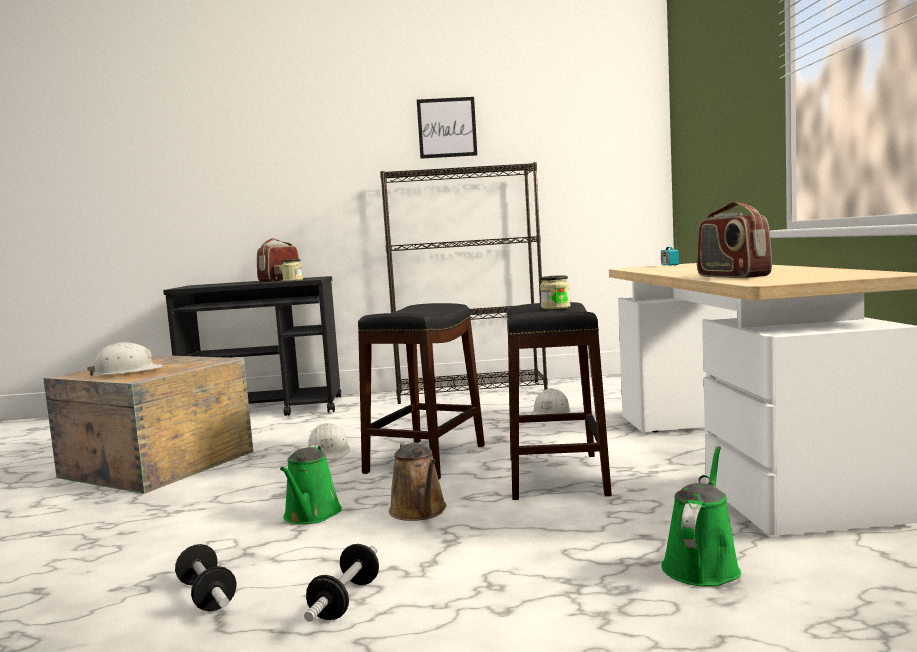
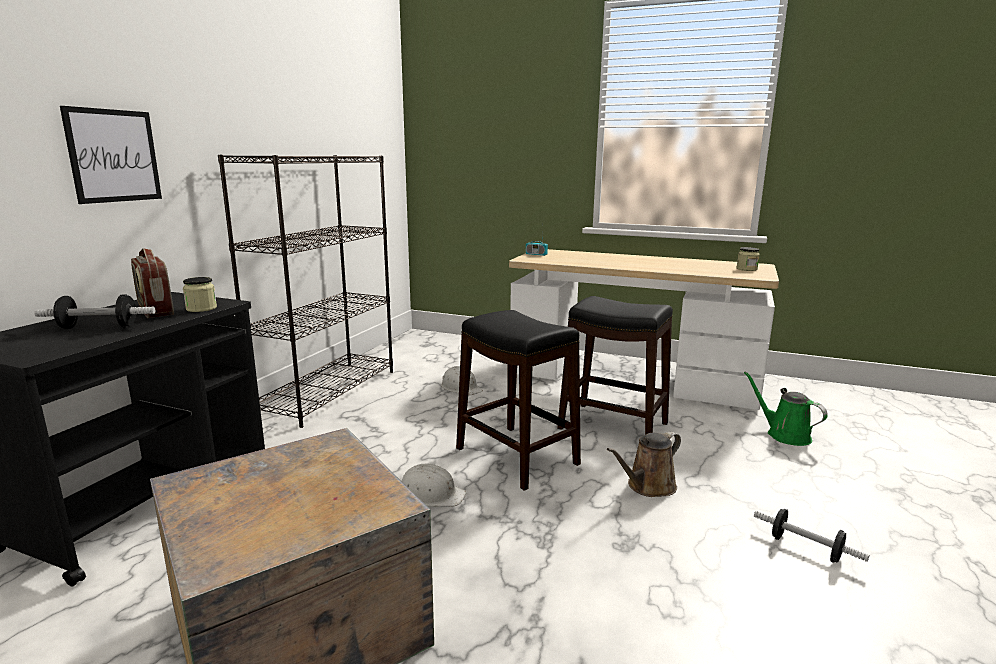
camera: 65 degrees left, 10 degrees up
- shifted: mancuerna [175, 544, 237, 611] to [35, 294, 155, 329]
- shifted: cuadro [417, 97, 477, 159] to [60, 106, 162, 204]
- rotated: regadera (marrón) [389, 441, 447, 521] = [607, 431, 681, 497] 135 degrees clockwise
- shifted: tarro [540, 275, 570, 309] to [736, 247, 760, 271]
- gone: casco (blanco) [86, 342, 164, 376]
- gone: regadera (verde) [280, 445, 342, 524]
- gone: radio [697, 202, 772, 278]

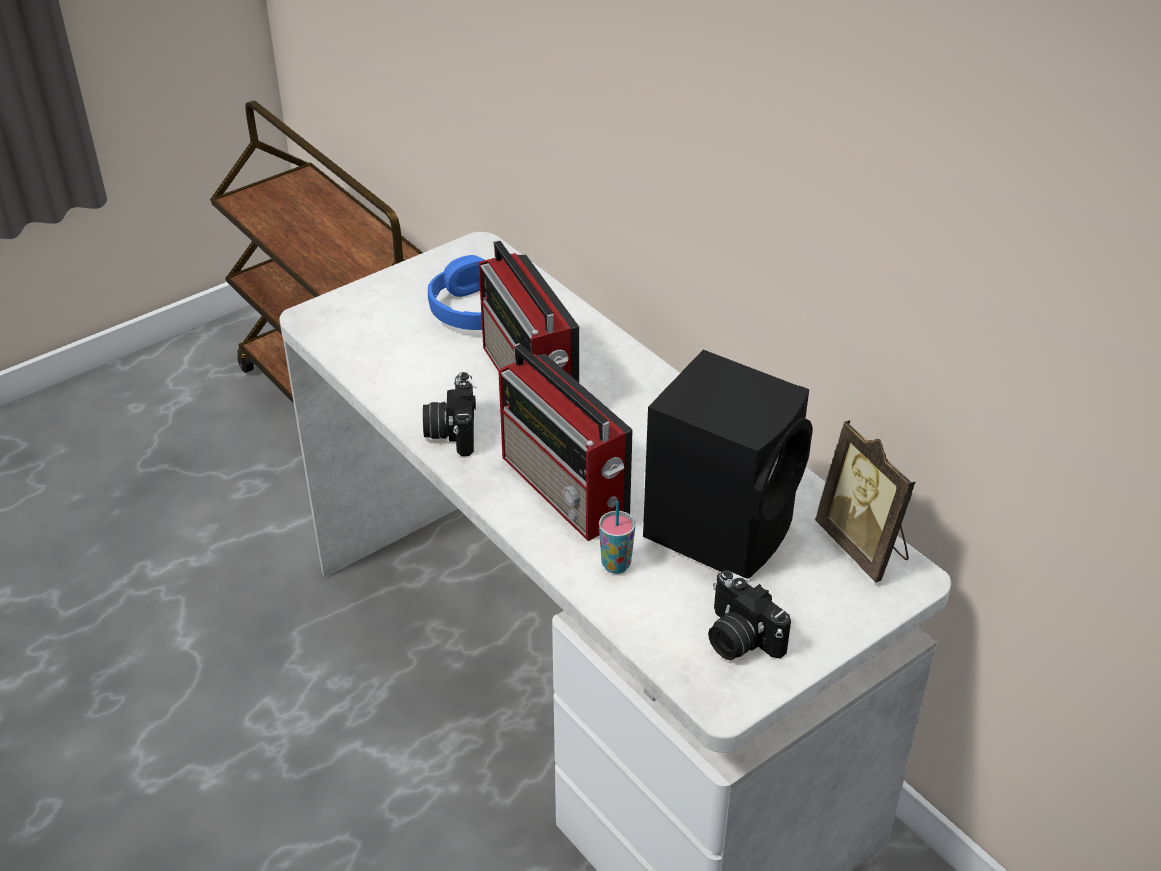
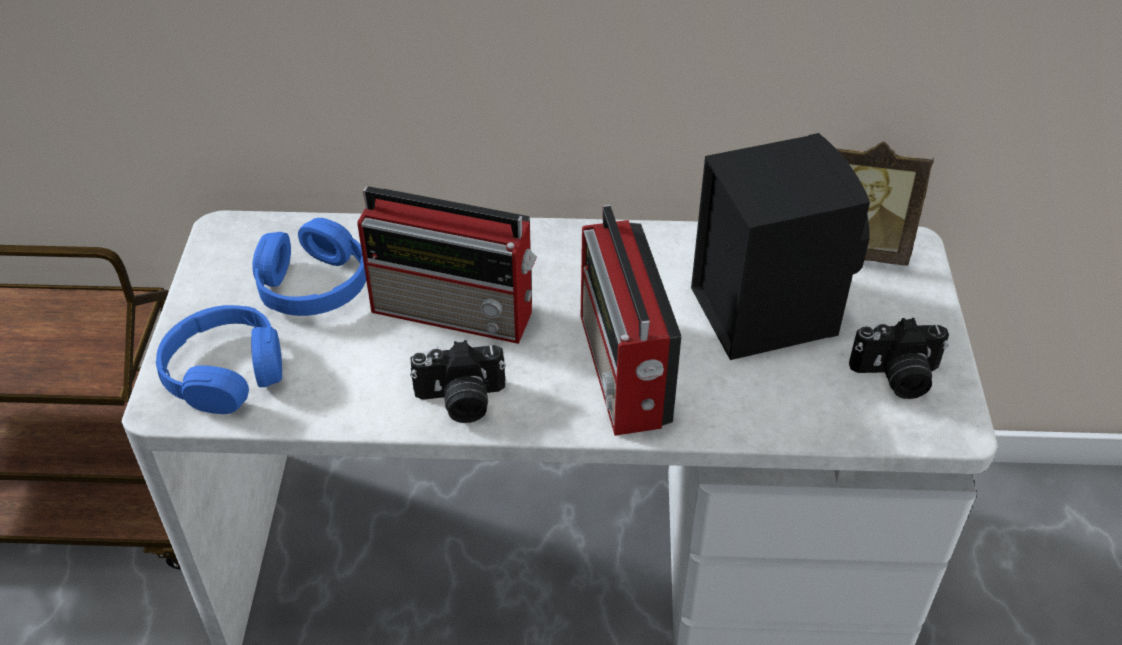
camera: 50 degrees left, 5 degrees up
- new: auriculares (azul) [156, 305, 282, 414]
- rotated: cámara [423, 372, 477, 456] = [410, 340, 506, 423] 45 degrees counterclockwise
- rotated: radio [498, 343, 633, 541] = [581, 205, 682, 436] 75 degrees clockwise
- gone: taza [599, 501, 635, 574]

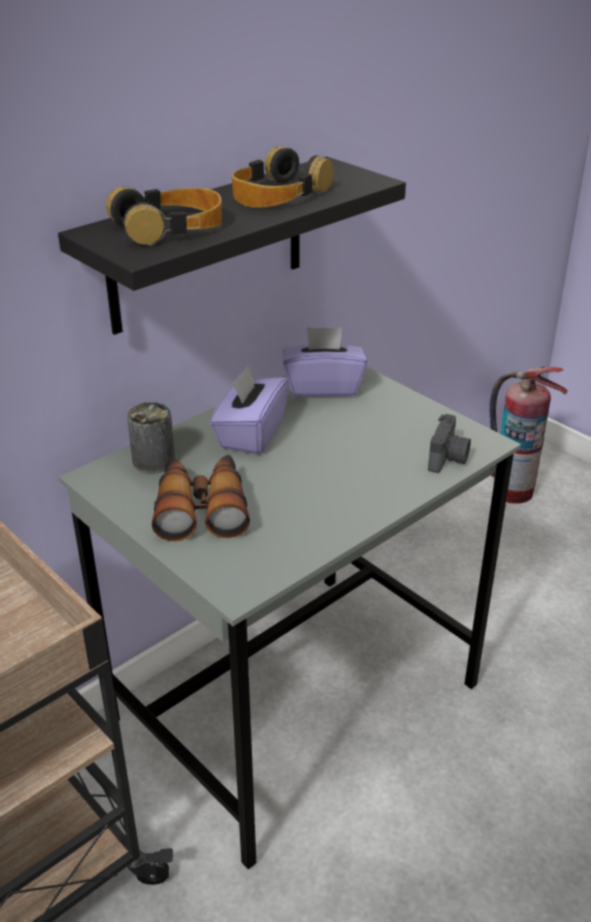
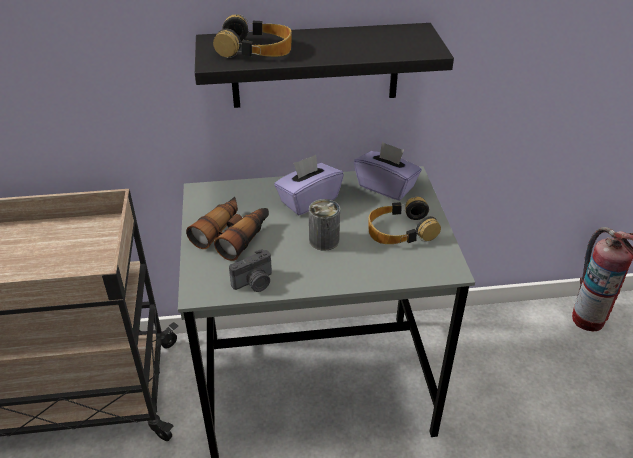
camera: 35 degrees right, 5 degrees up
- shifted: cámara [428, 414, 471, 473] to [229, 249, 272, 292]
- shifted: lata [127, 402, 175, 474] to [309, 199, 340, 251]
- shifted: auriculares [232, 146, 334, 208] to [369, 197, 441, 244]

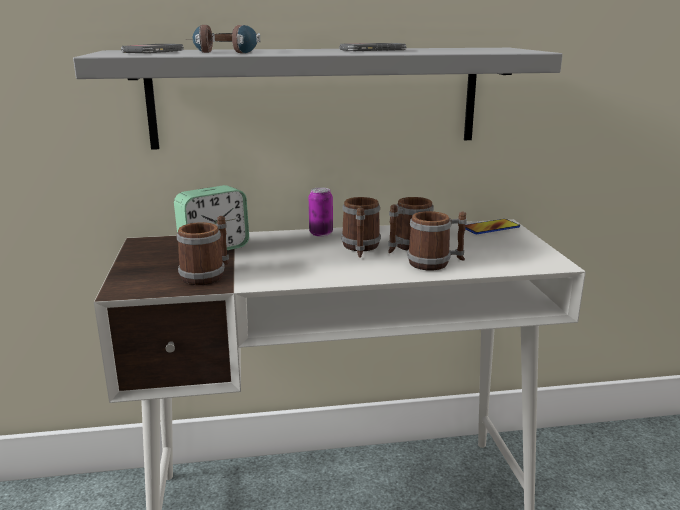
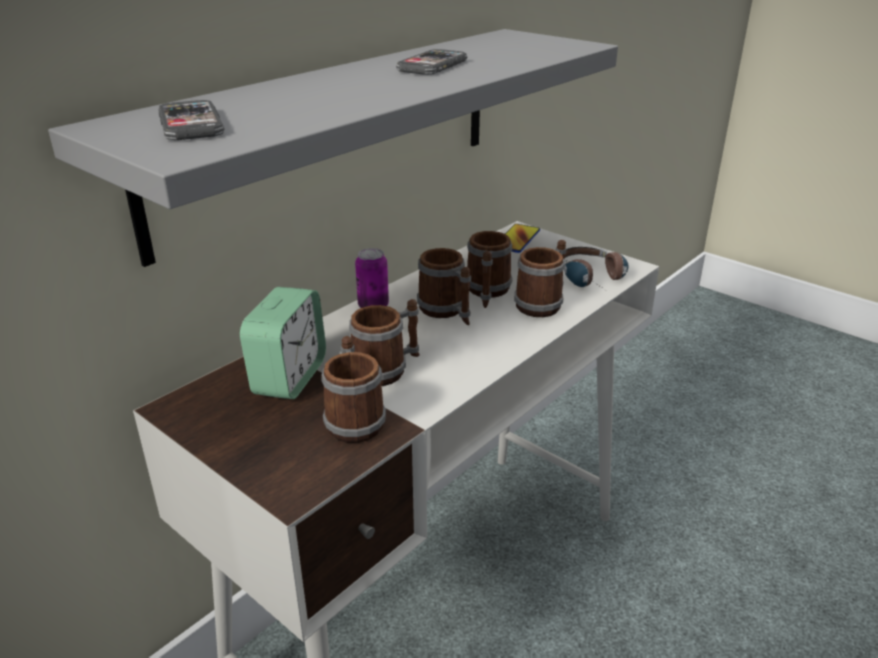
camera: 40 degrees left, 10 degrees up
- new: taza grande [349, 299, 420, 386]
- shifted: auriculares [186, 25, 260, 53] to [564, 247, 629, 289]

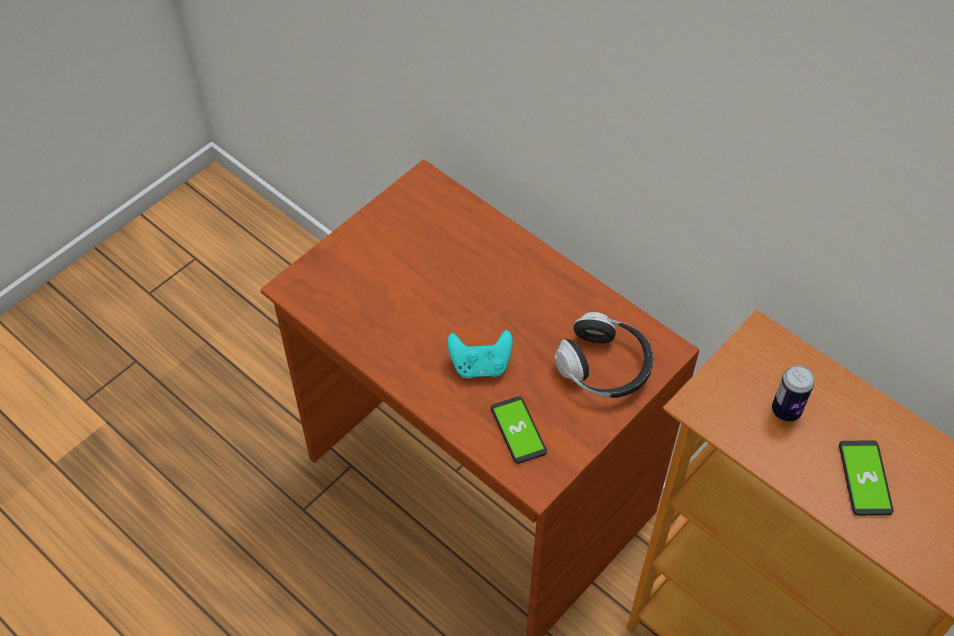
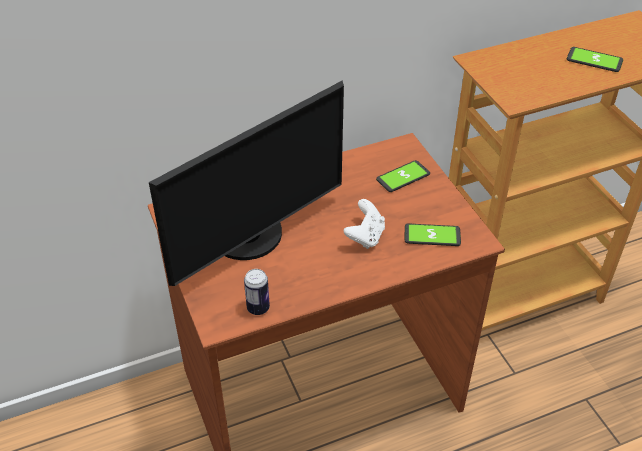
camera: 65 degrees left, 10 degrees down
- new: monitor [149, 80, 344, 286]
- shifted: lata [772, 365, 814, 421] to [244, 269, 270, 315]
- repainted: mando de consola (turquesa) [447, 330, 513, 378] to mando de consola (blanco) [344, 199, 385, 249]
- swapped: auriculares [555, 312, 653, 398] to móvil [376, 160, 430, 192]

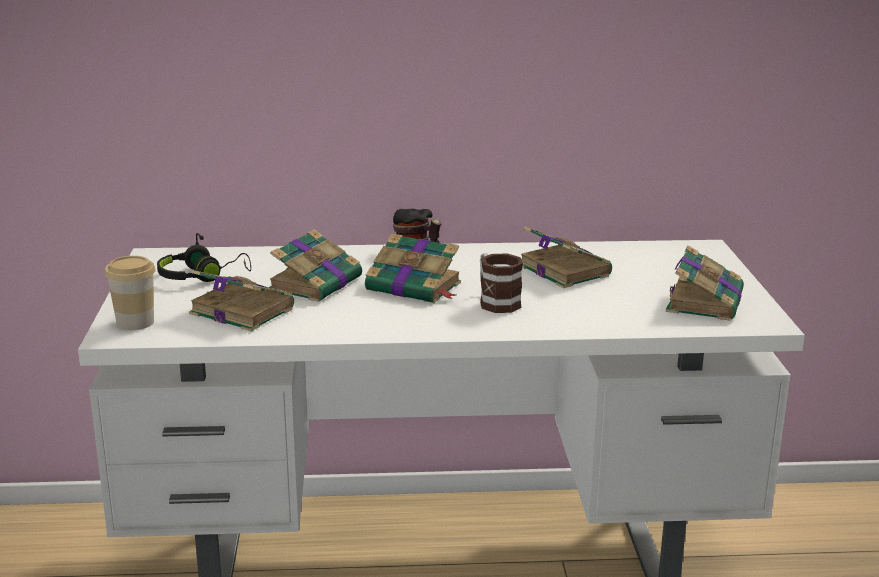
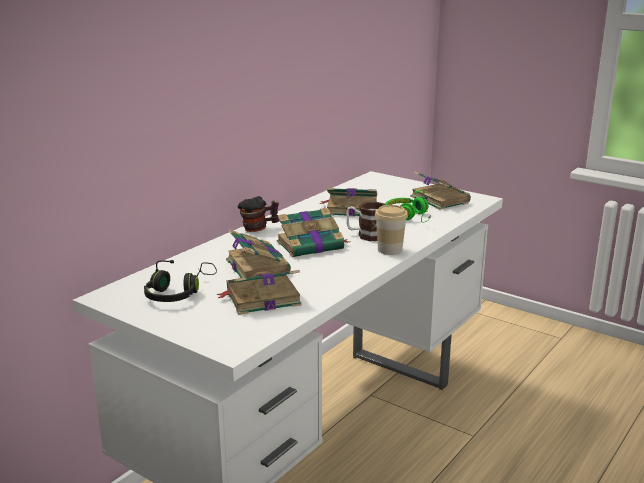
camera: 50 degrees left, 0 degrees up
- shifted: taza [105, 256, 156, 330] to [375, 205, 408, 255]
- new: auriculares (verde) [386, 190, 430, 223]

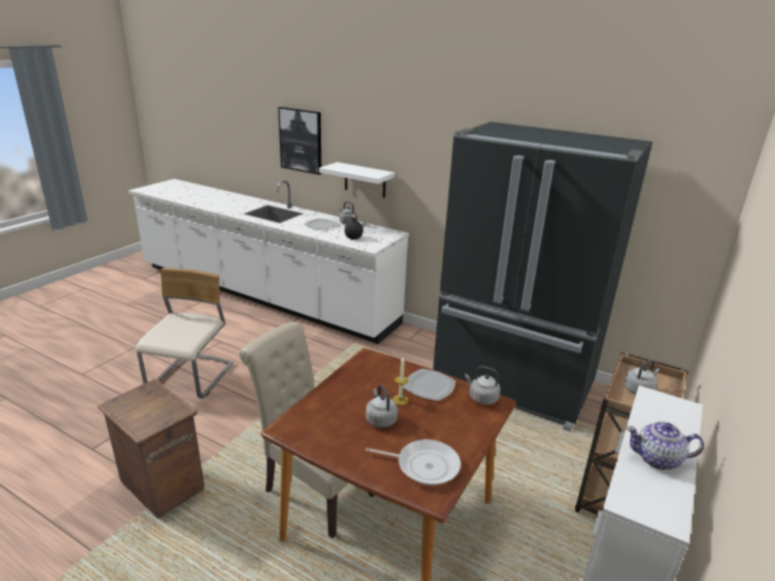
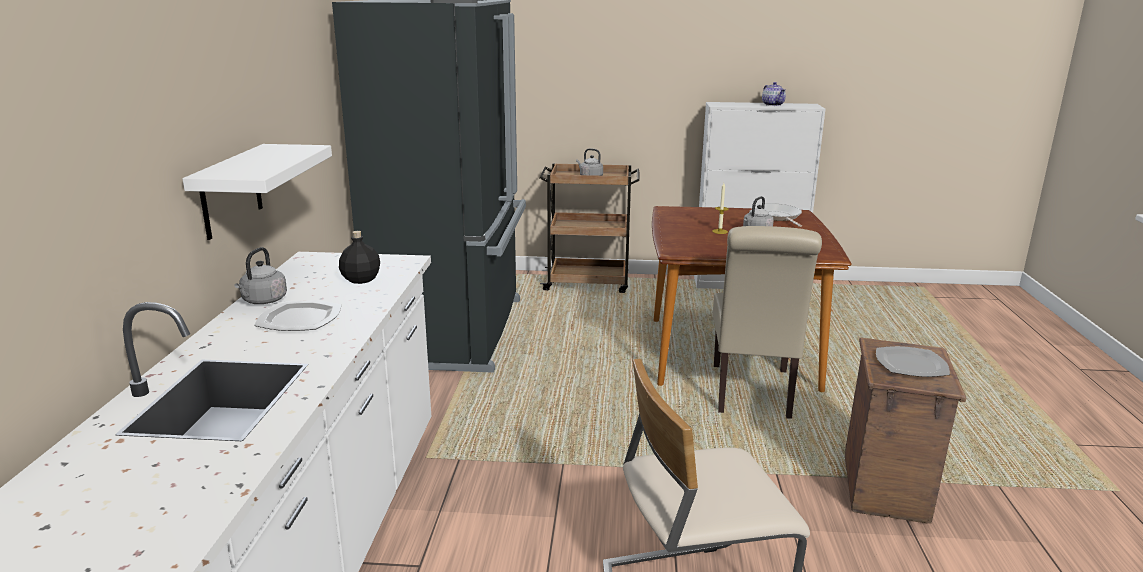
camera: 115 degrees left, 5 degrees down
- shifted: plato [403, 369, 456, 401] to [876, 346, 950, 377]
- gone: cuadro [278, 107, 322, 175]
- gone: hervidor (gris) [465, 366, 500, 405]

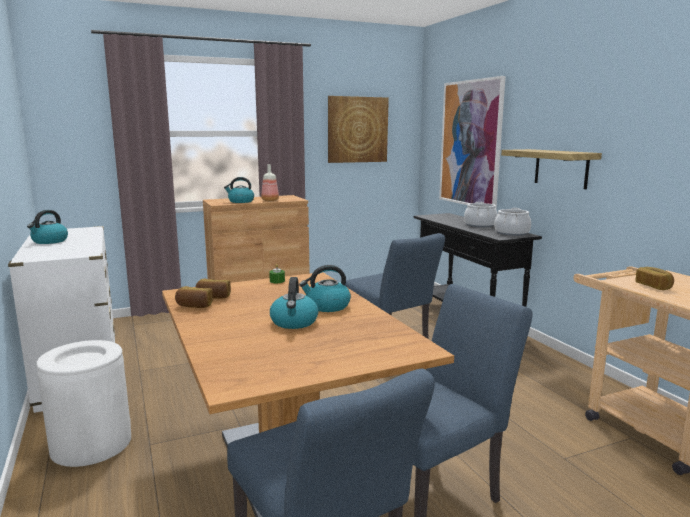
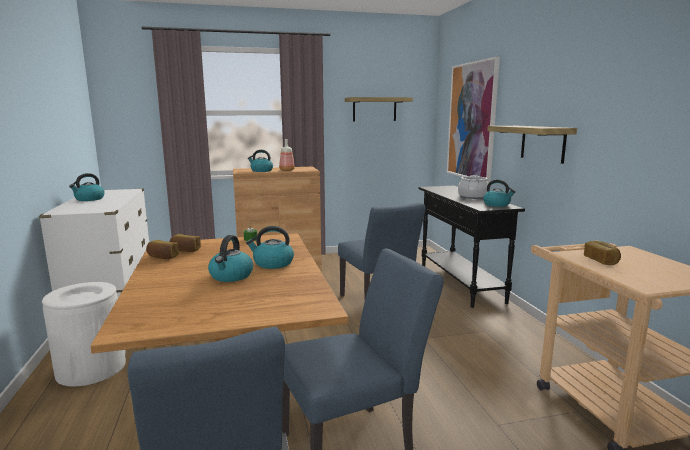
camera: 10 degrees right, 0 degrees up
- swapped: cuadro [328, 96, 389, 163] to estante [345, 97, 413, 121]
- swapped: olla [494, 208, 531, 236] to hervidor [483, 180, 516, 207]

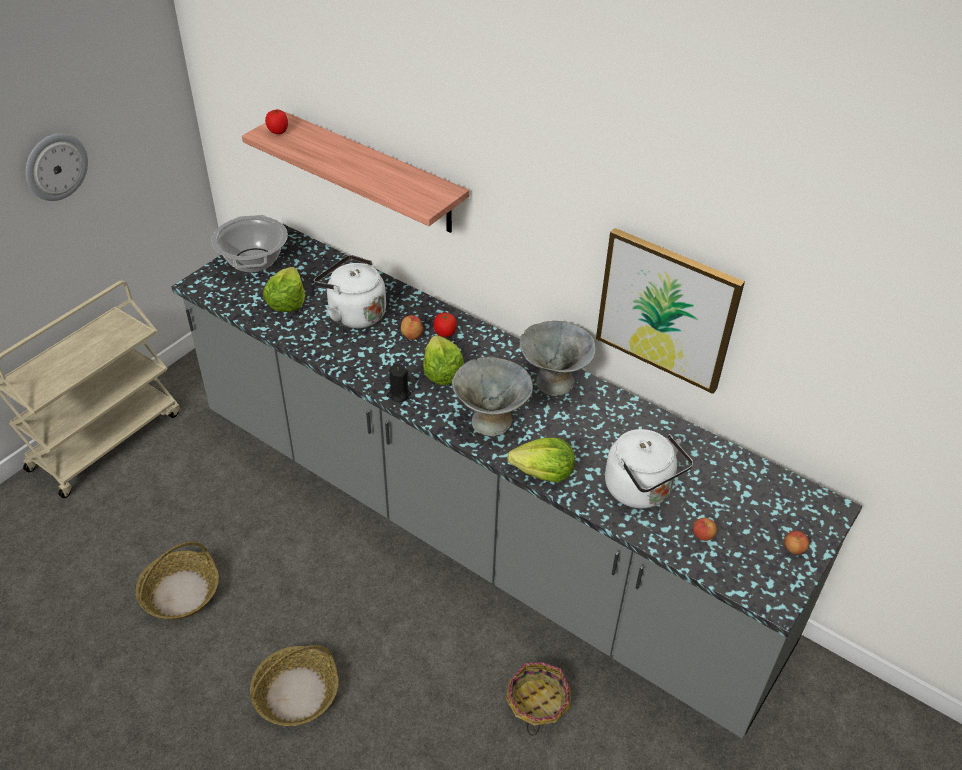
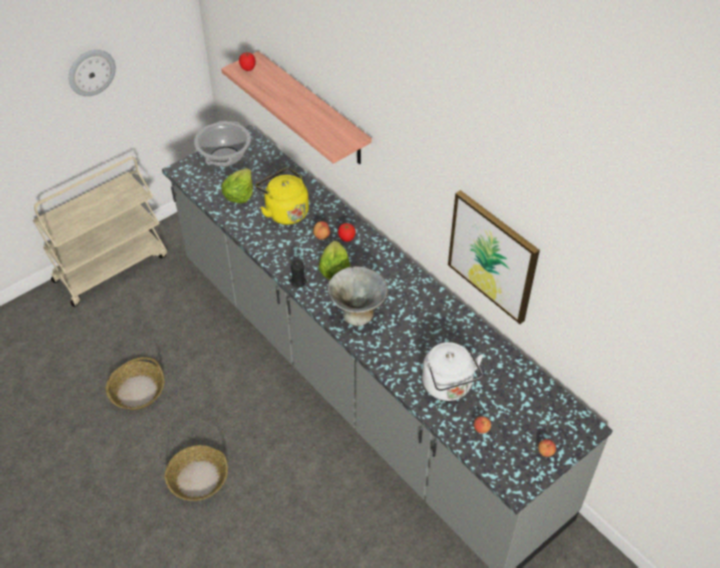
camera: 15 degrees right, 5 degrees up
- repainted: hervidor (blanco) [314, 255, 386, 329] to hervidor (amarillo) [256, 168, 309, 225]
- gone: cesta [506, 662, 571, 735]
- gone: lechuga [507, 438, 575, 483]
- gone: cuenco (gris) [520, 321, 596, 396]

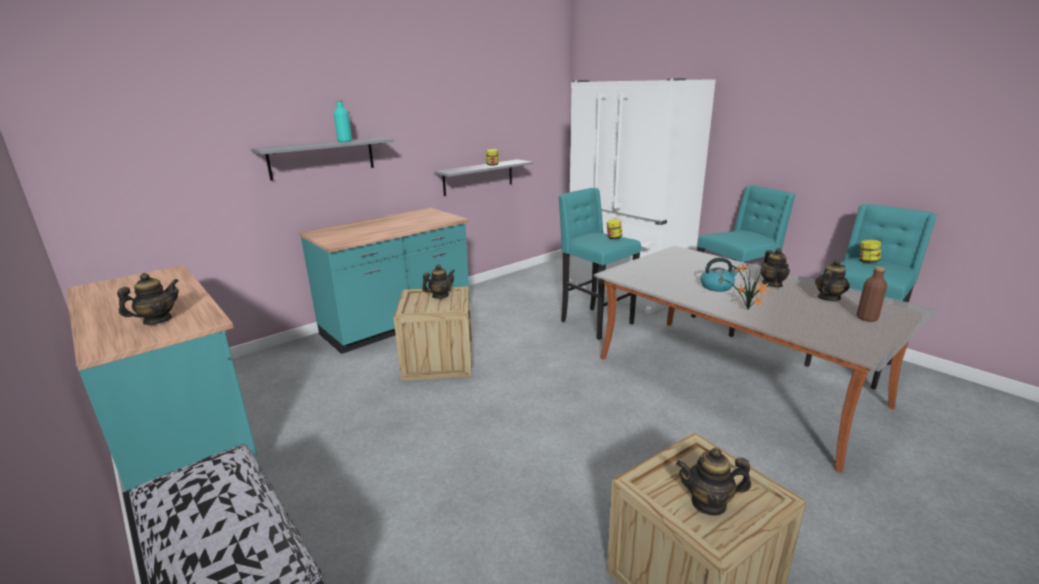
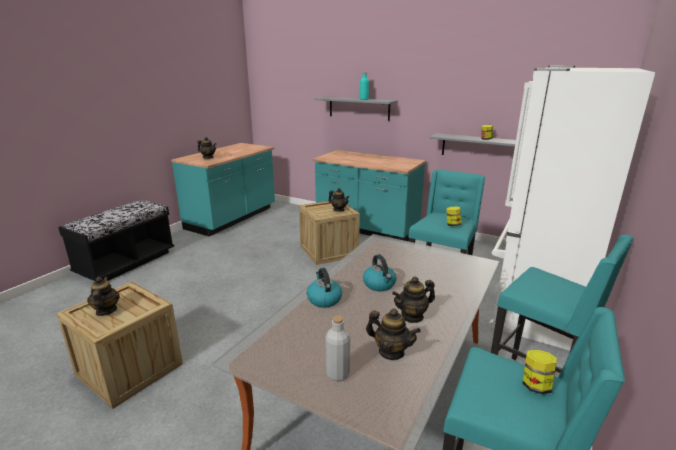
camera: 70 degrees right, 0 degrees up
- swapped: planta en maceta [719, 263, 780, 310] to hervidor [307, 268, 342, 307]
- repainted: botella (marrón) [856, 267, 887, 322] to botella (gris) [325, 315, 350, 381]

